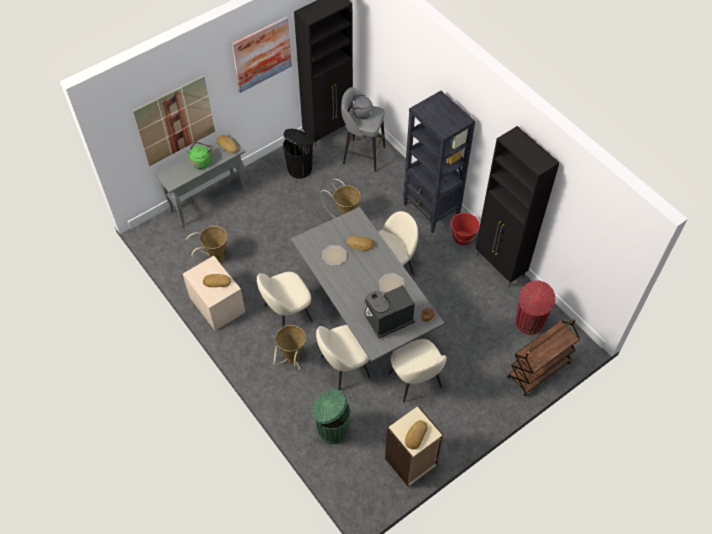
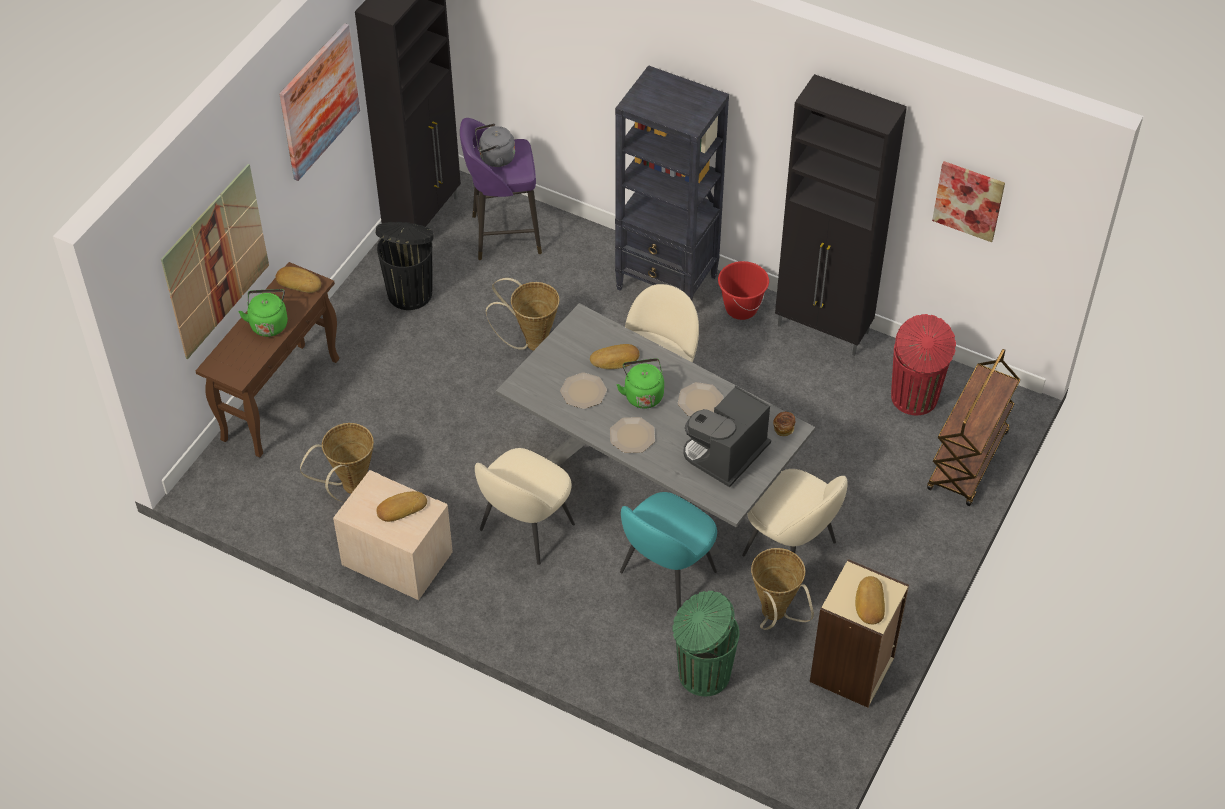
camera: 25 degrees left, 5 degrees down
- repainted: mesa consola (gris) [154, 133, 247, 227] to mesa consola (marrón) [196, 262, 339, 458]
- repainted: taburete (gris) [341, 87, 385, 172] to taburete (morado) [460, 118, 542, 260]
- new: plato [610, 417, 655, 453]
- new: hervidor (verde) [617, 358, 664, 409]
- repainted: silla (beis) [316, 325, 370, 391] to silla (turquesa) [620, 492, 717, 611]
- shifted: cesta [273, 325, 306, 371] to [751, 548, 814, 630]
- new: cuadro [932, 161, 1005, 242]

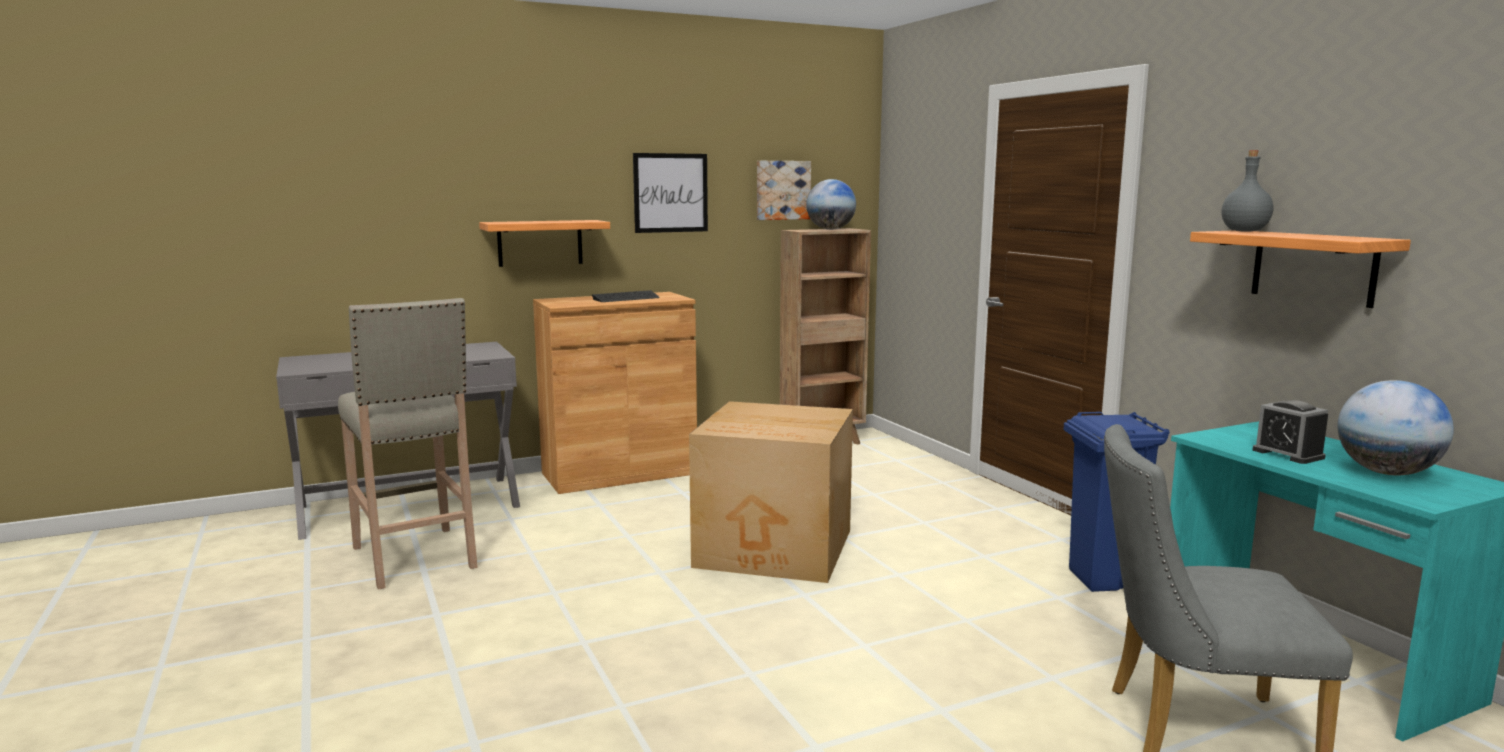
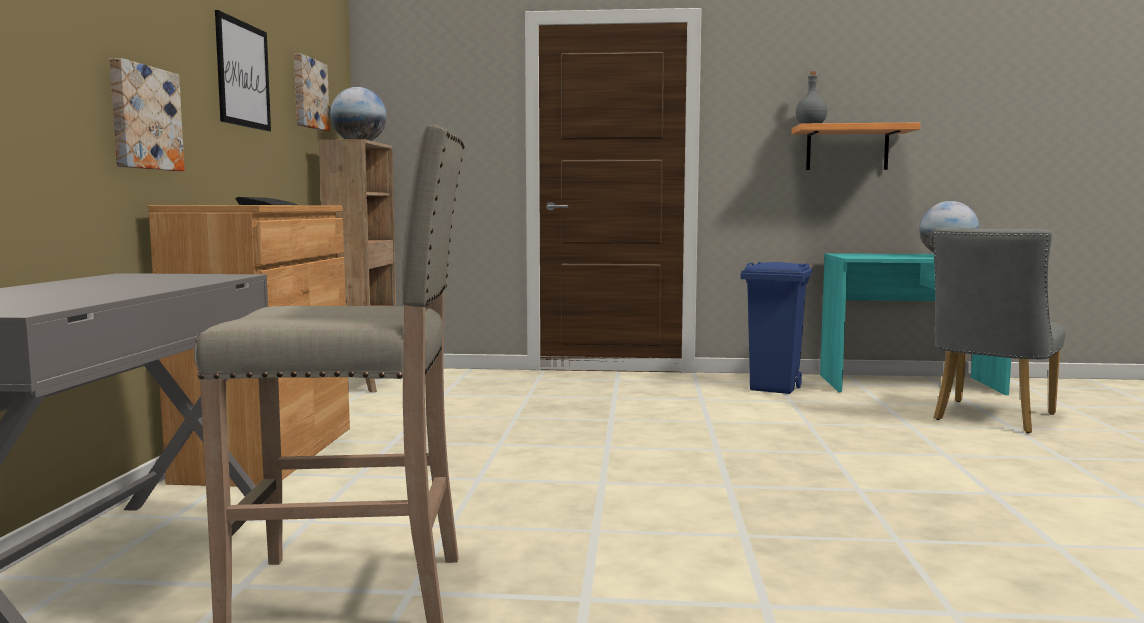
camera: 60 degrees left, 5 degrees down
- swapped: estante [479, 220, 610, 267] to cuadro [110, 58, 185, 171]
- gone: caja de cartón [689, 401, 853, 583]
- gone: despertador [1253, 400, 1328, 464]

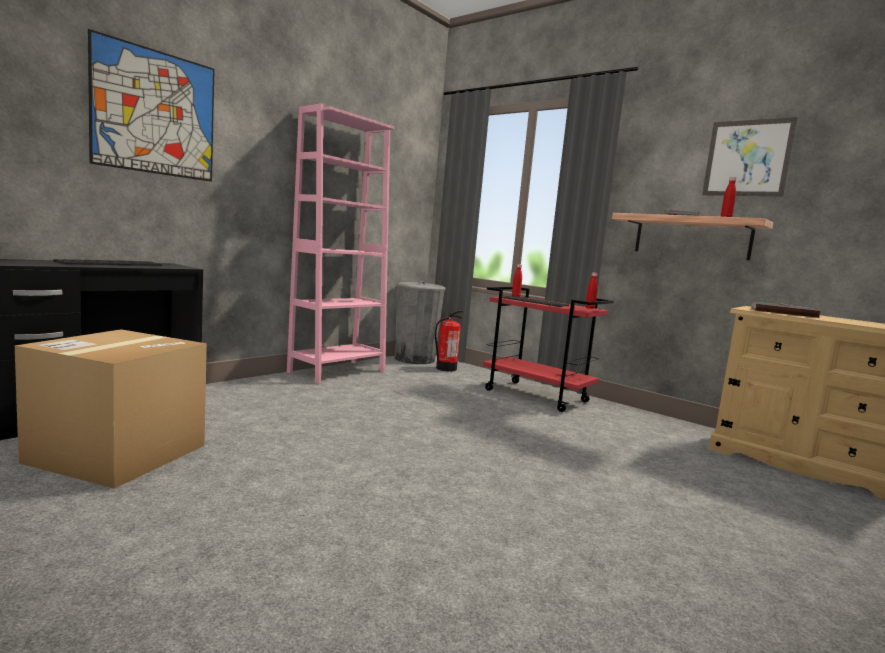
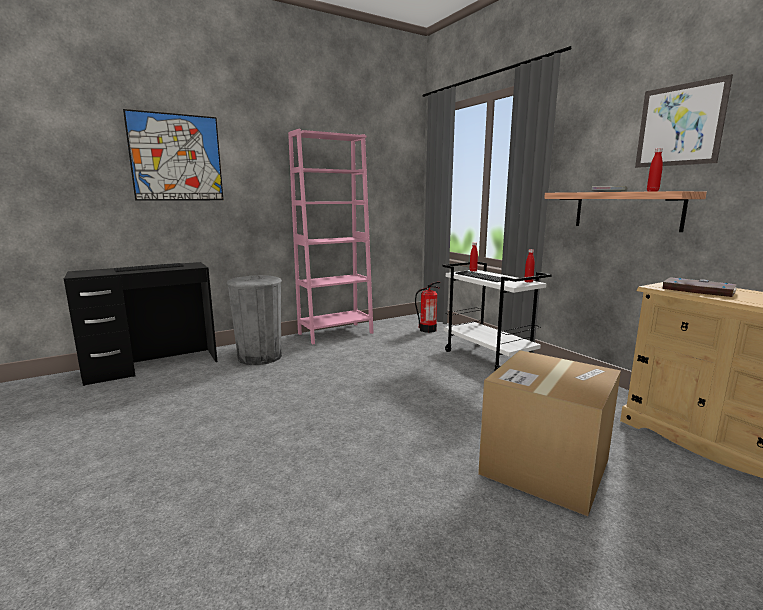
camera: 20 degrees right, 5 degrees up
- shifted: papelera (gris) [395, 281, 446, 364] to [227, 275, 282, 365]
- repainted: carrito (rojo) [483, 287, 614, 412] to carrito (blanco) [443, 262, 552, 370]
- shifted: caja de cartón [15, 329, 207, 489] to [478, 350, 621, 516]

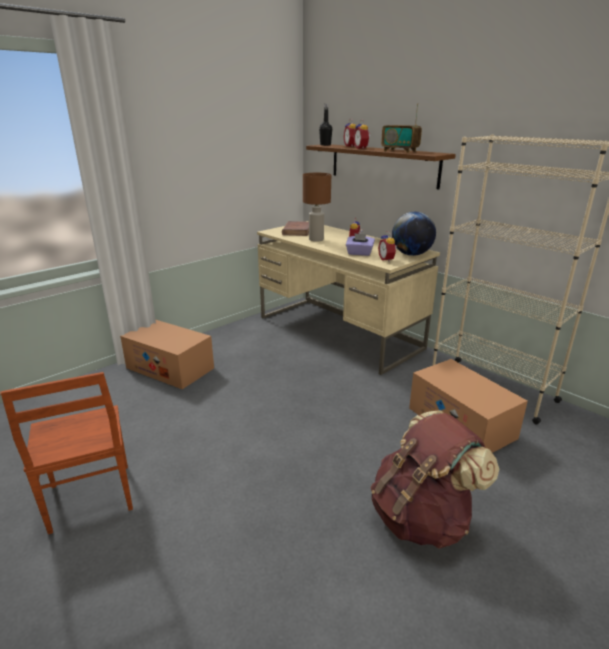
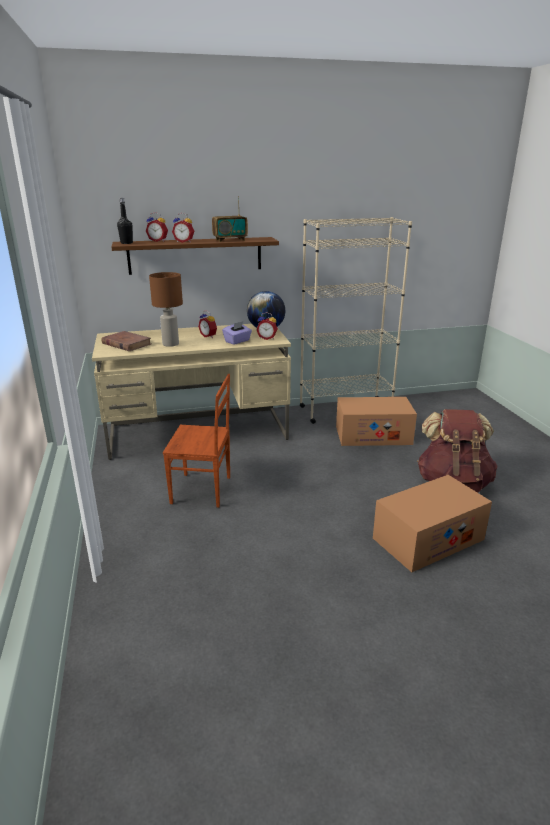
camera: 60 degrees left, 0 degrees up
- shifted: silla (marrón) [1, 372, 133, 534] to [163, 374, 230, 508]
- shifted: caja de cartón [120, 320, 214, 389] to [373, 475, 492, 572]

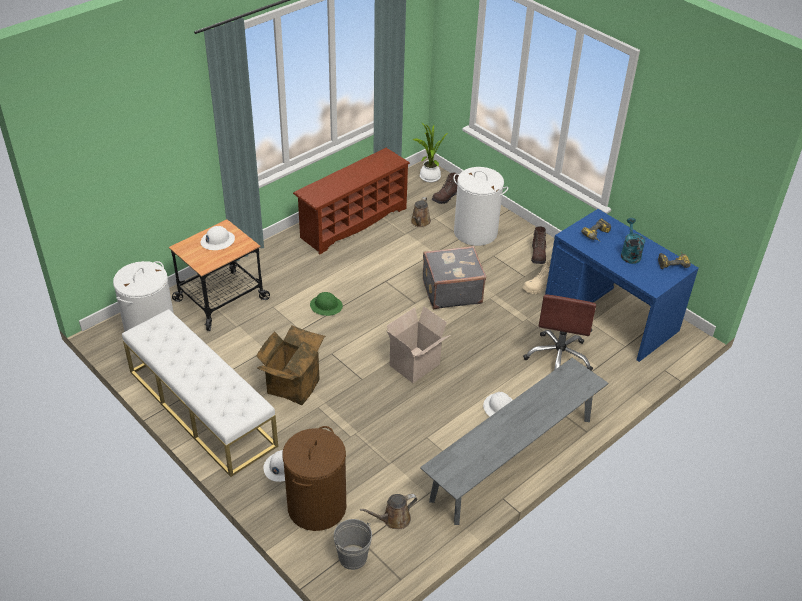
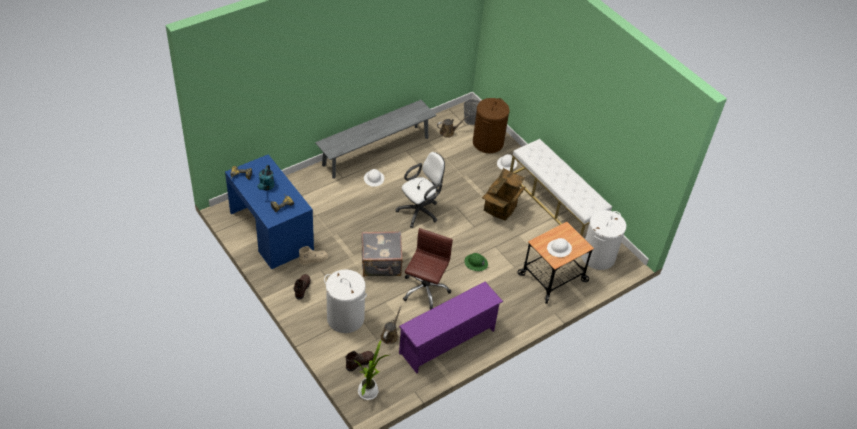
camera: 175 degrees left, 5 degrees up
- swapped: caja de cartón [386, 306, 450, 383] to silla de oficina (blanco) [396, 152, 445, 228]
- repainted: zapatero (marrón) [293, 148, 410, 255] to zapatero (morado) [399, 282, 503, 373]
- shifted: silla de oficina (marrón) [523, 294, 596, 371] to [403, 228, 453, 310]

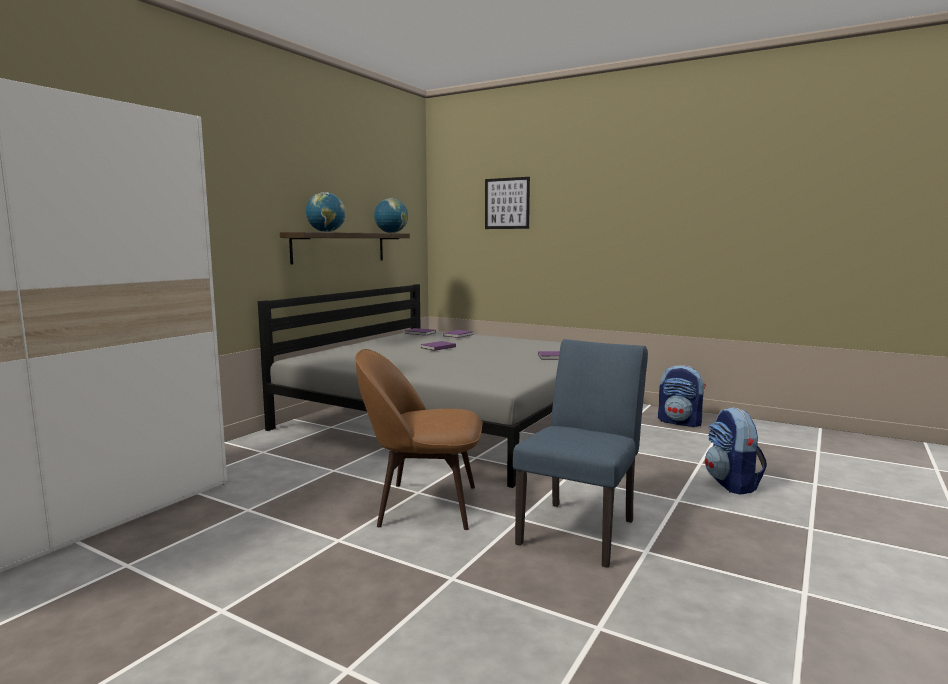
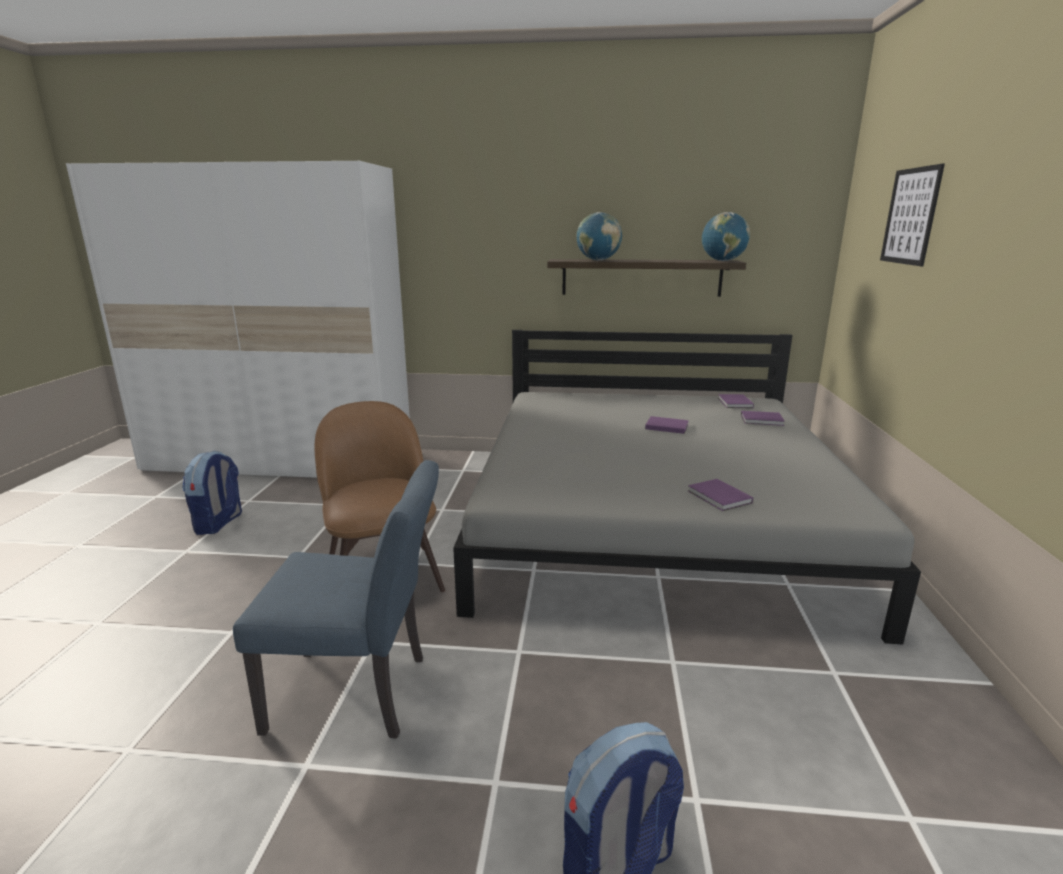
camera: 65 degrees right, 10 degrees up
- shifted: mochila [658, 365, 706, 427] to [182, 450, 242, 535]

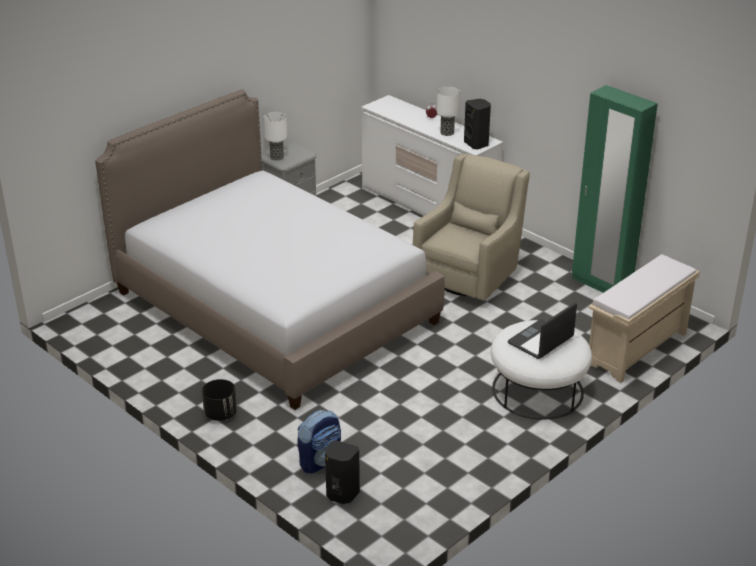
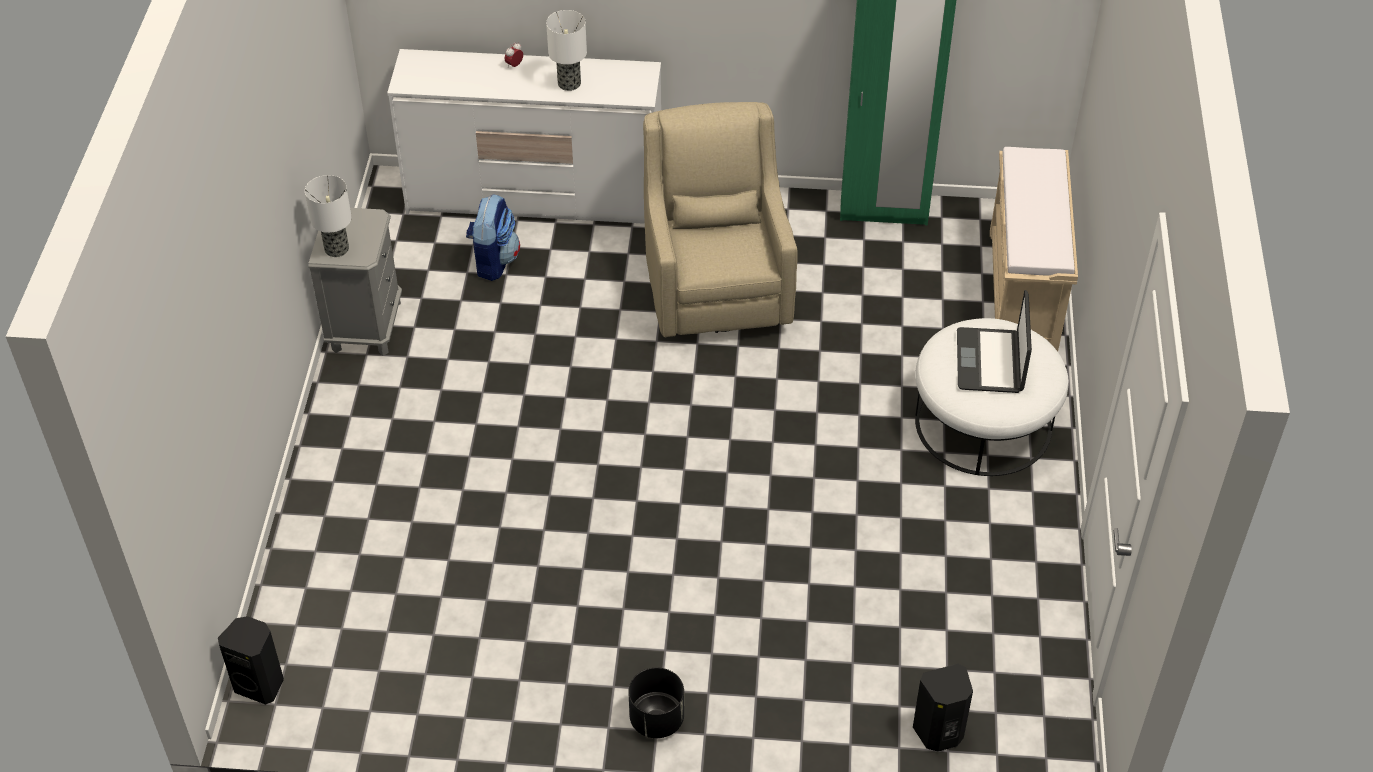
camera: 40 degrees left, 15 degrees up
- shifted: altavoz (negro) [464, 99, 491, 150] to [218, 616, 284, 705]
- shifted: mochila [297, 410, 341, 474] to [466, 194, 520, 281]
- gone: cama [95, 89, 445, 410]

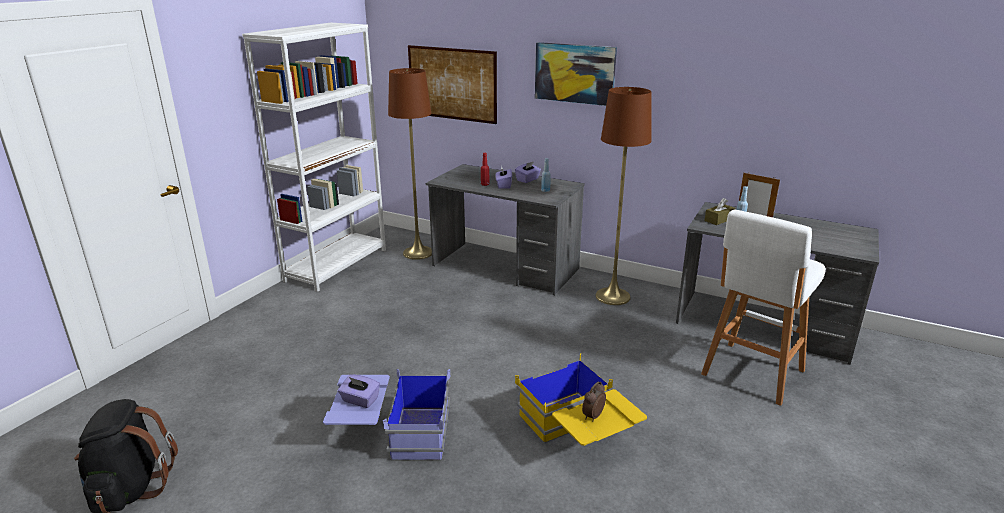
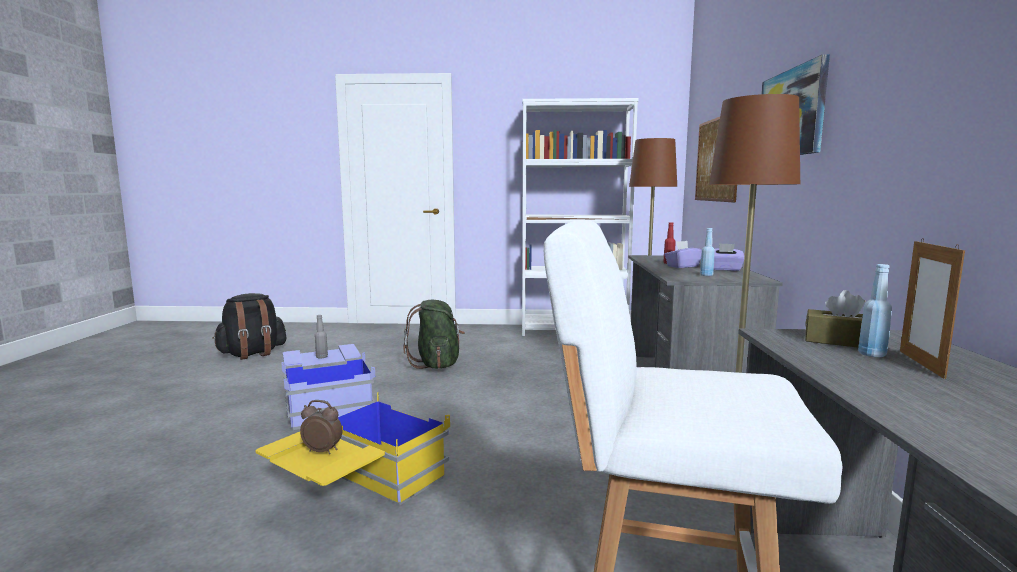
camera: 65 degrees right, 15 degrees down
- swapped: caja de pañuelos (morado) [338, 374, 380, 408] to botella (gris) [315, 315, 328, 359]
- new: mochila (verde) [403, 300, 465, 369]

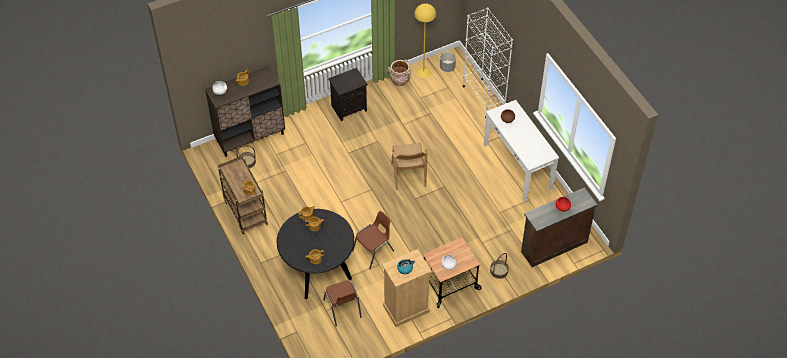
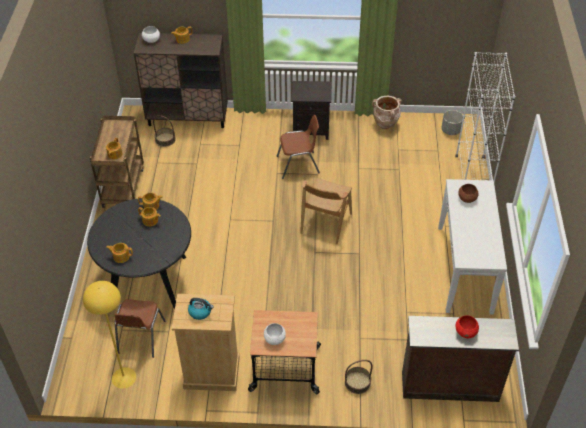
camera: 30 degrees right, 5 degrees down
- shifted: lámpara de pie (amarillo) [414, 3, 436, 78] to [83, 281, 136, 389]
- shifted: silla (marrón) [352, 211, 394, 269] to [277, 115, 320, 179]

